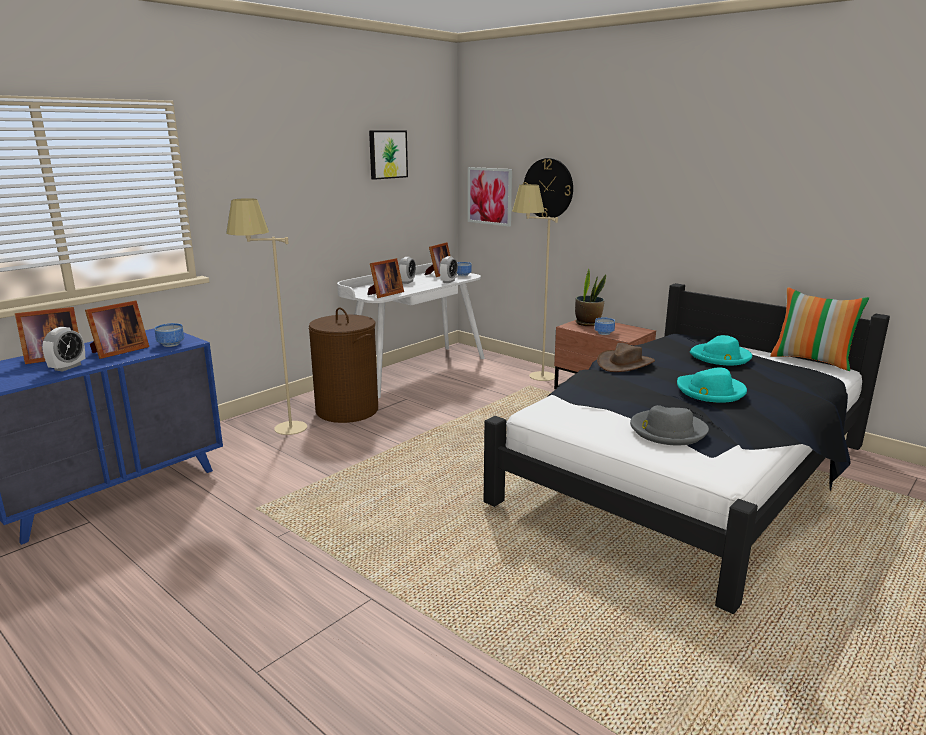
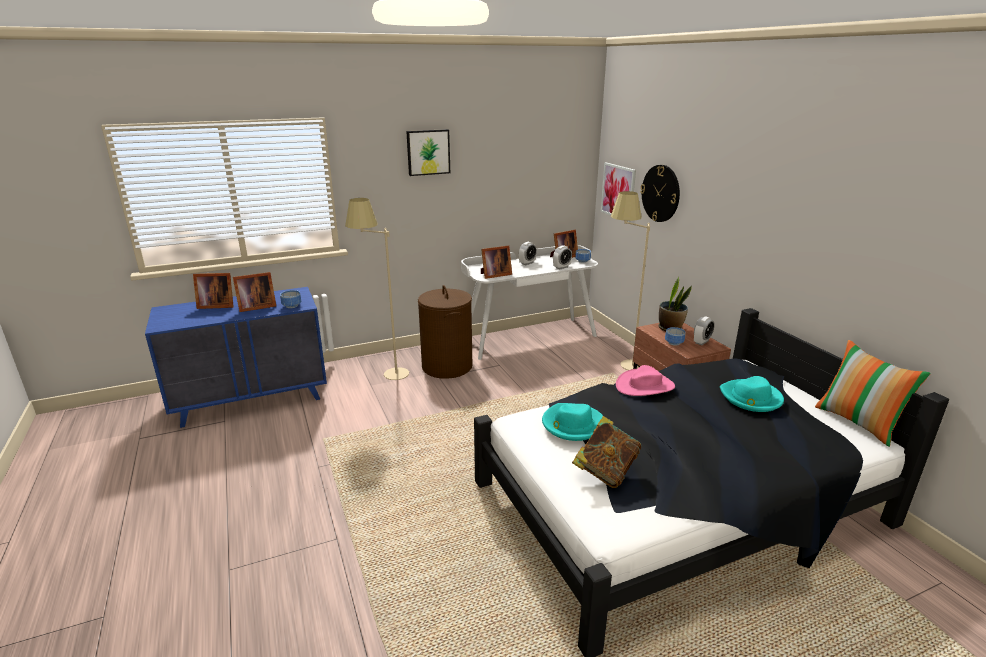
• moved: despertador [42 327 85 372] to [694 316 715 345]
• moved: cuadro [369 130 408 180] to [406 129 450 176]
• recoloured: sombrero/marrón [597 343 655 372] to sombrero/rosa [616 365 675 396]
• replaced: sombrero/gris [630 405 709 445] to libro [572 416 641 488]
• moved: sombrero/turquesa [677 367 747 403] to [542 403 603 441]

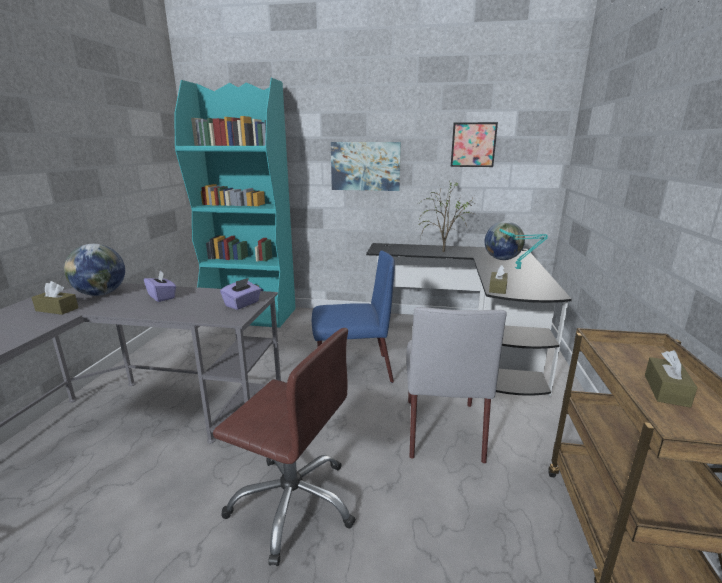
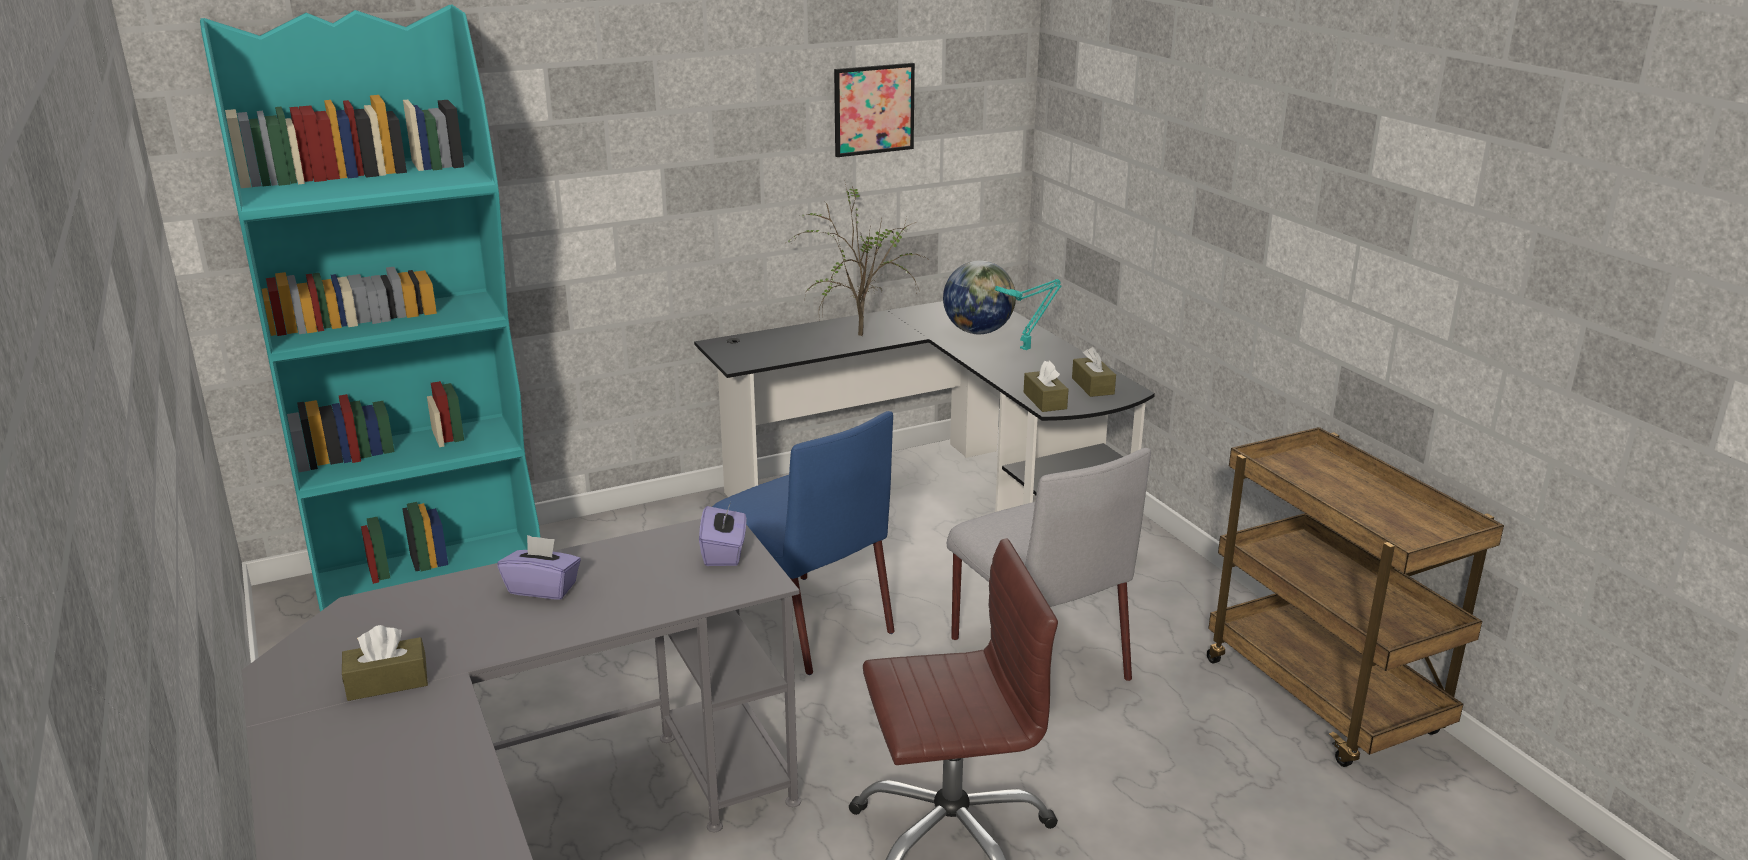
• removed: globo terráqueo [64 244 125 296]
• turned: silla/azul [312 251 395 383] = [712 411 895 675] 90 degrees clockwise
• removed: cuadro [331 142 401 191]
• moved: caja de pañuelos/marrón [645 350 698 408] to [1072 347 1116 397]

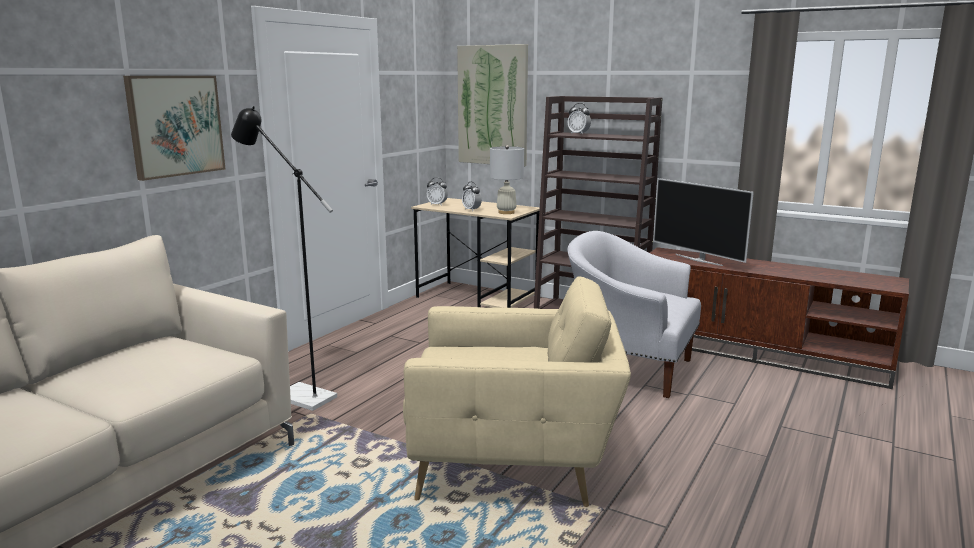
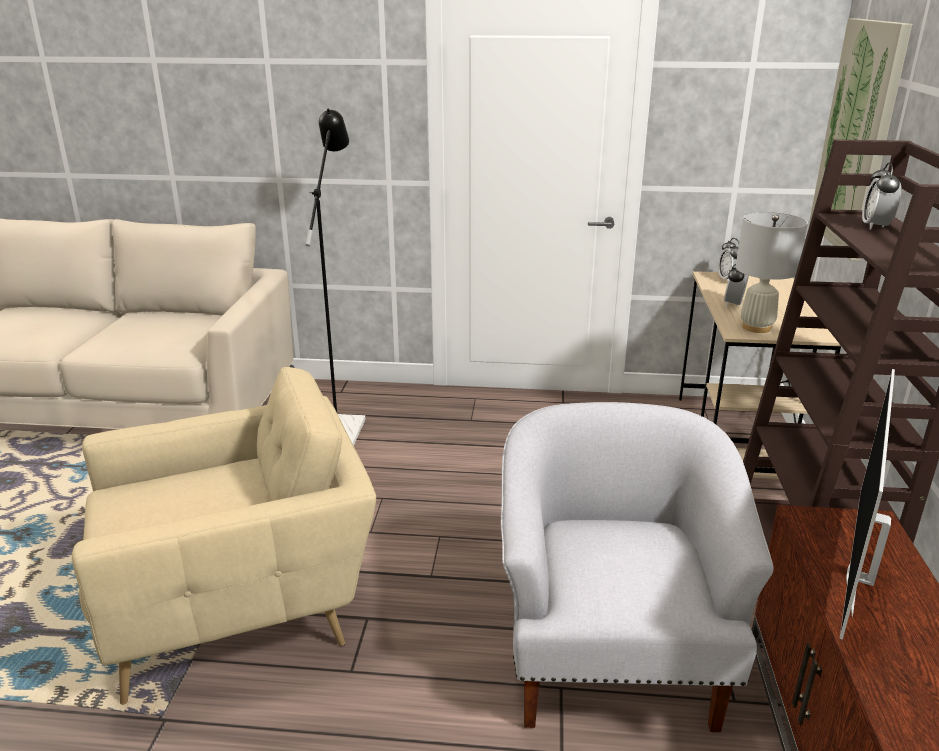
• removed: cuadro [123 76 225 181]
• turned: sillón/beis [403 276 631 507] = [72 367 376 705] 90 degrees counterclockwise

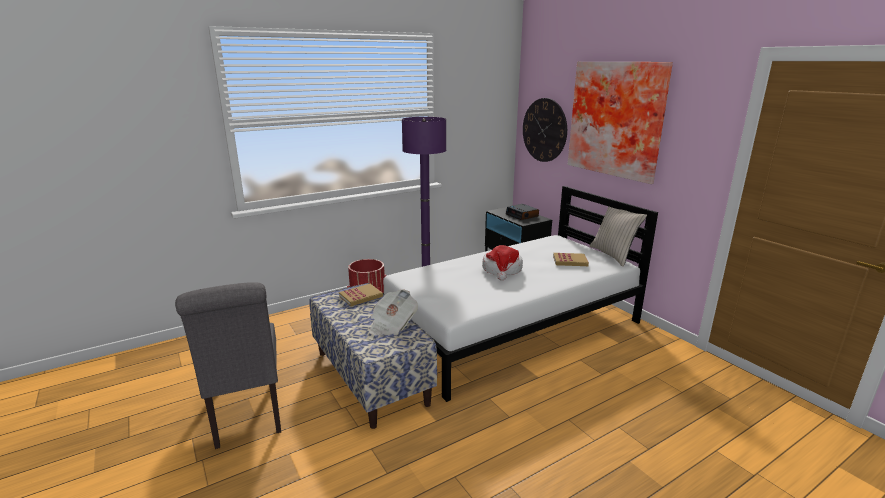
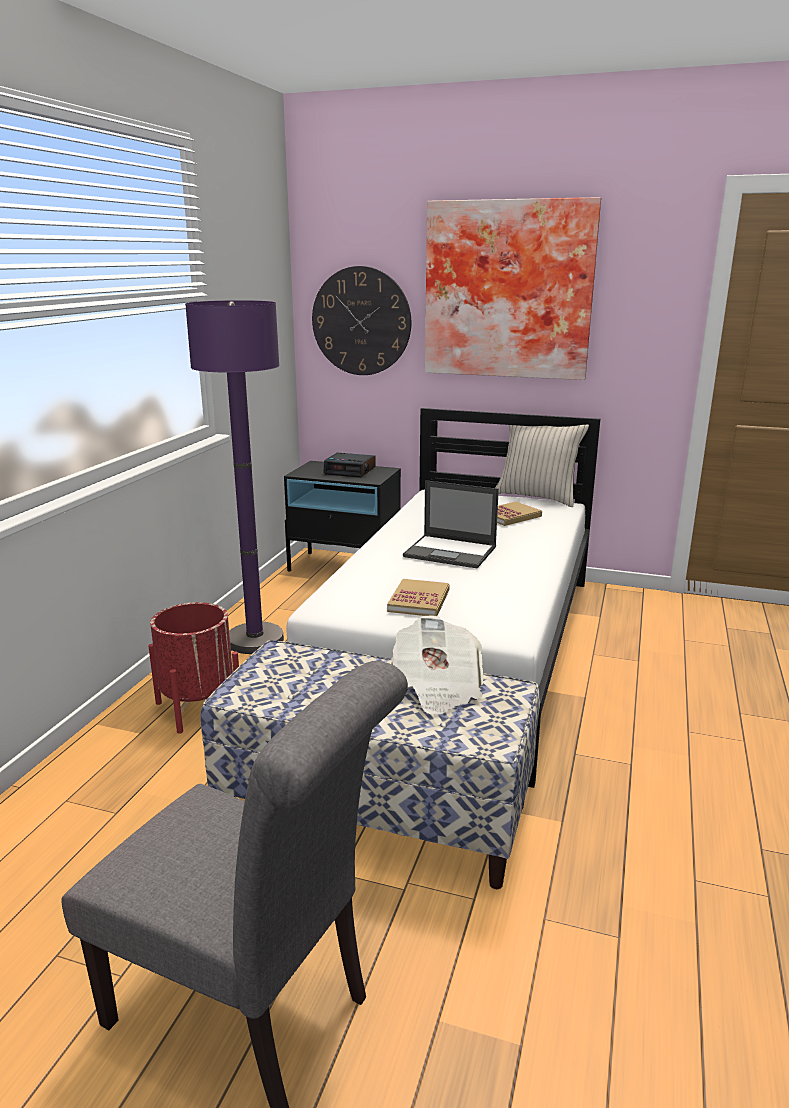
• moved: libro [339 284 383 306] to [387 579 450 616]
• replaced: sombrero [482 245 523 281] to portátil [403 480 499 568]

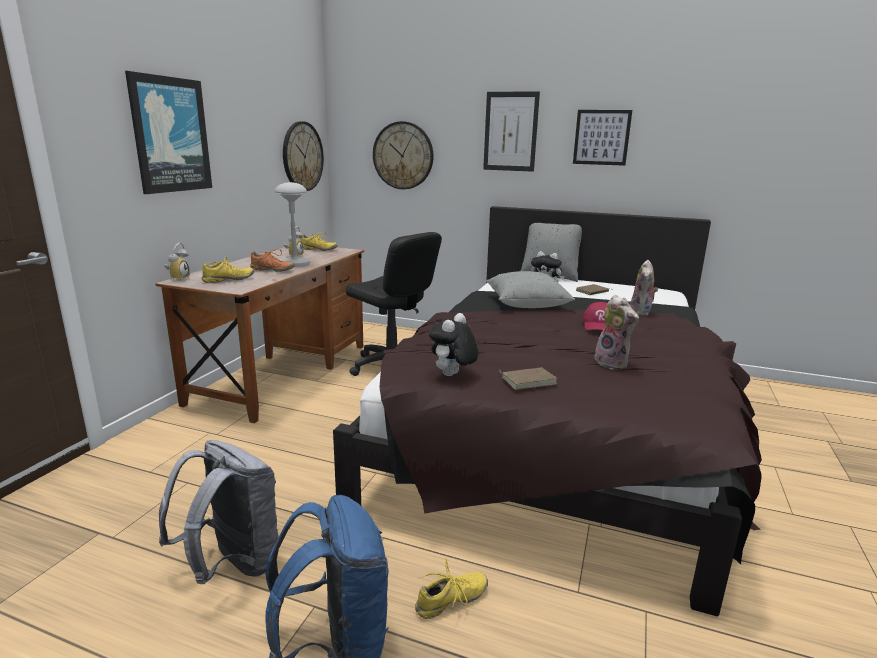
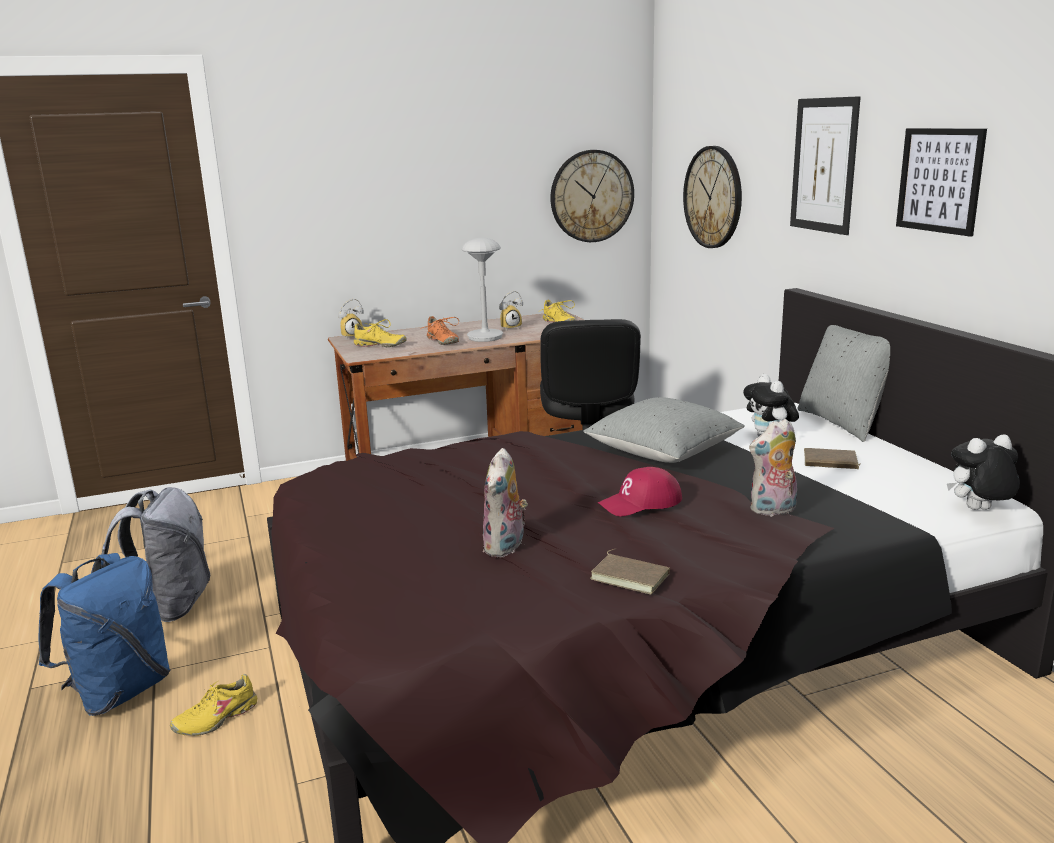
• removed: cuadro [125 71 212 194]
• turned: zapato/amarillo [415 558 488 619] = [170 674 257 736] 120 degrees clockwise
• moved: peluche [429 313 478 376] to [947 434 1020 510]
• moved: libro/marrón [499 368 557 390] to [590 549 670 594]

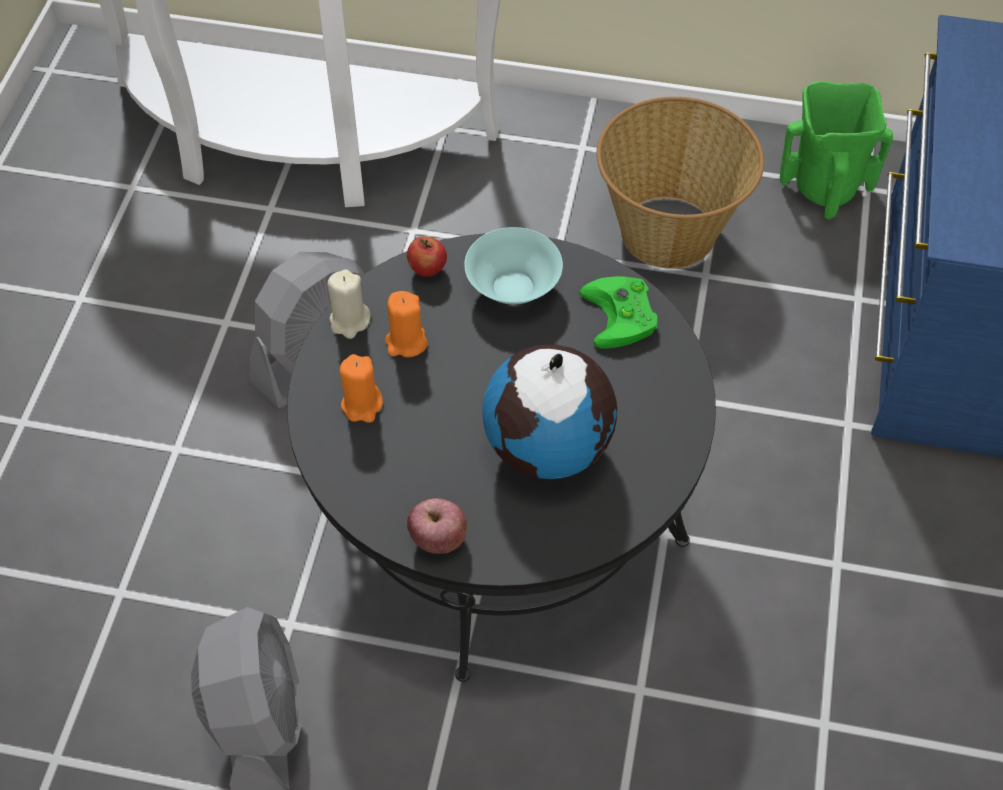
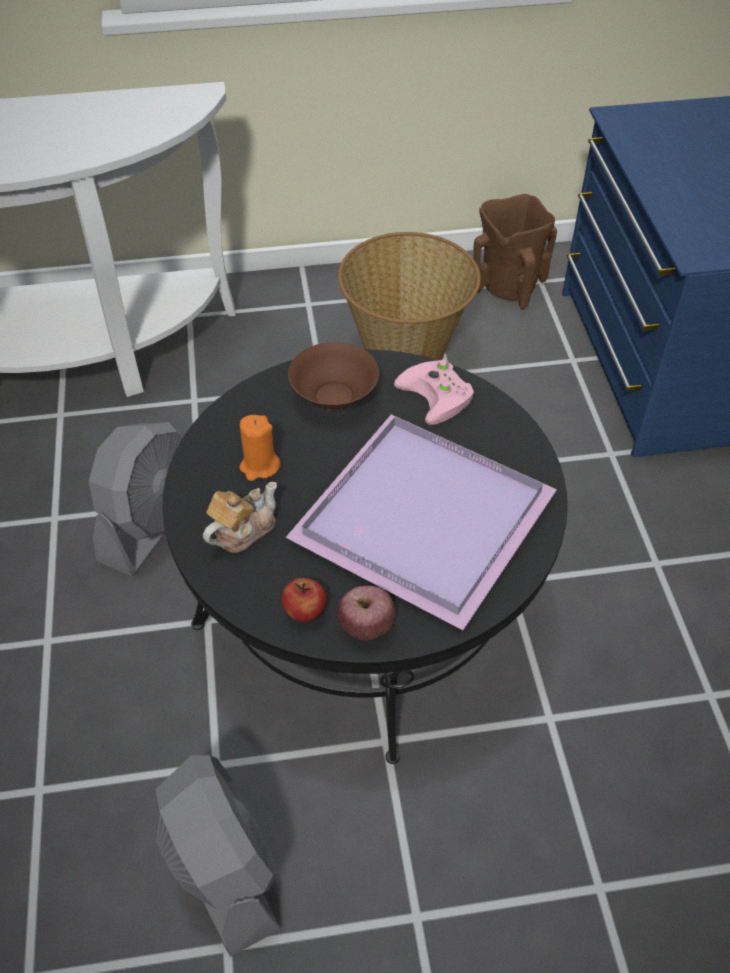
• removed: vela/beis [327 269 371 339]
• replaced: vela/naranja [340 354 383 423] to tetera [203 481 277 553]
• moved: manzana [407 236 447 277] to [282 578 327 622]
• recoloured: cuenco/turquesa [464 227 563 304] to cuenco/marrón [288 342 379 410]
• replaced: globo terráqueo [482 344 617 479] to bandeja/morado [285 414 557 630]
• recoloured: mando de consola/verde [580 276 658 349] to mando de consola/rosa [394 360 474 425]
• recoloured: florero/verde [780 81 893 220] to florero/marrón [474 194 557 309]

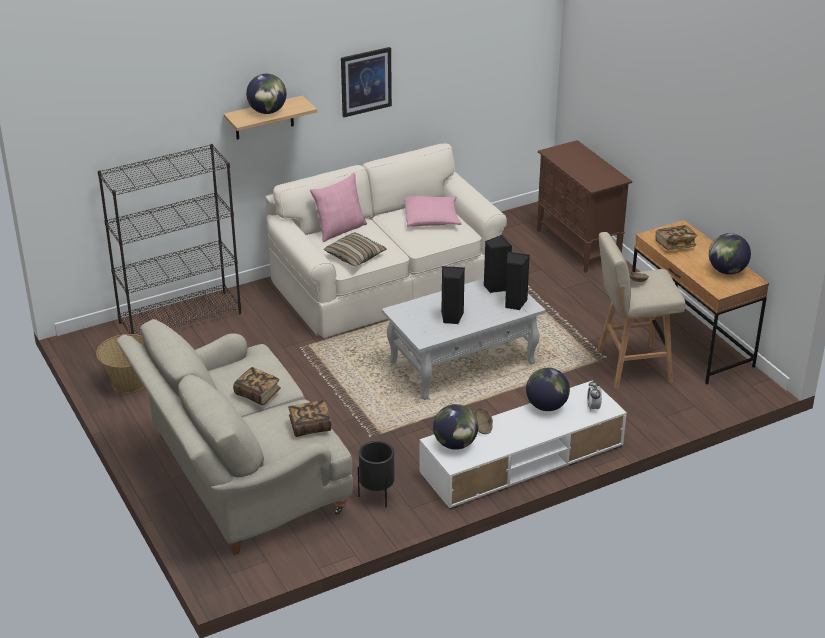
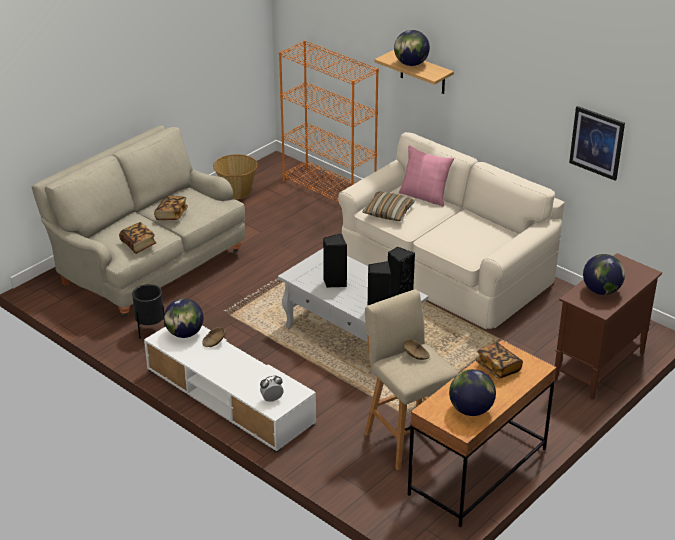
• recoloured: estantería/negro [98 144 241 336] to estantería/naranja [279 40 379 202]
• moved: cuadro [341 47 392 117] to [569 106 625 181]
• removed: cojín/rosa [404 196 461 227]
• moved: globo terráqueo [526 368 570 411] to [583 254 625 295]

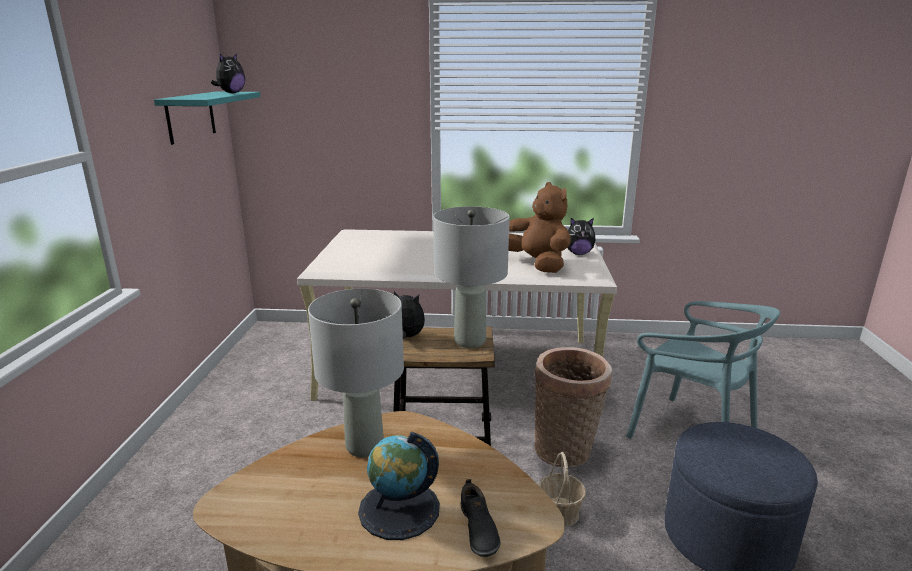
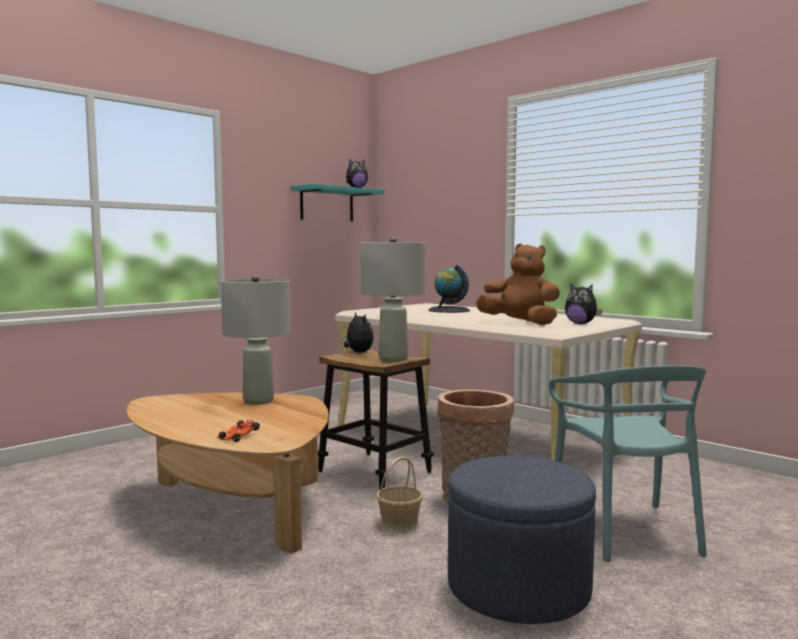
• moved: globo terráqueo [358 432 440 540] to [428 265 470 313]
• replaced: zapato/negro [461 479 501 557] to coche de juguete [216 420 260 442]
• turned: peluche/marrón [508 182 571 273] = [476 244 560 325] 60 degrees counterclockwise

